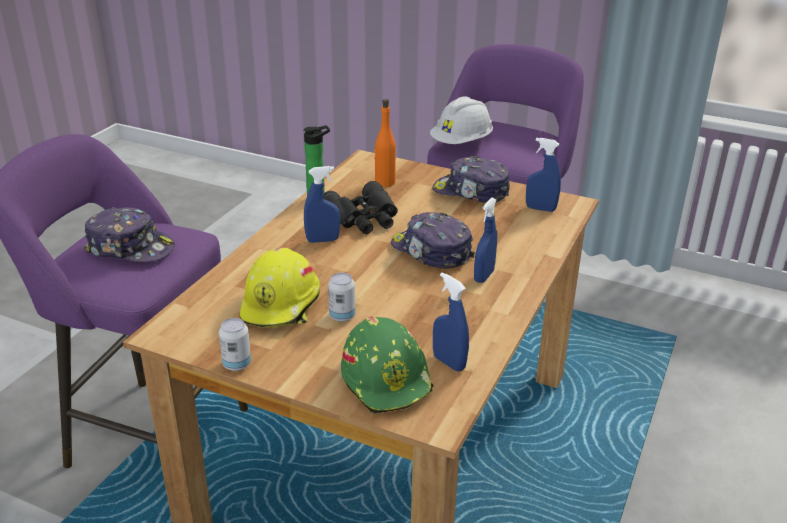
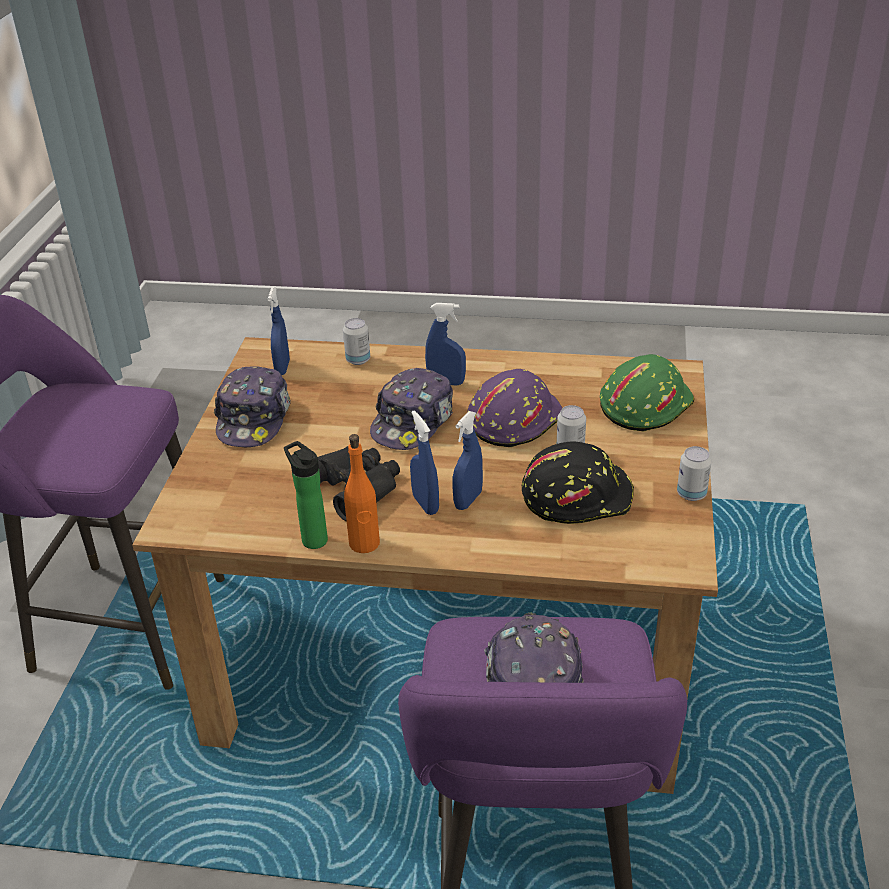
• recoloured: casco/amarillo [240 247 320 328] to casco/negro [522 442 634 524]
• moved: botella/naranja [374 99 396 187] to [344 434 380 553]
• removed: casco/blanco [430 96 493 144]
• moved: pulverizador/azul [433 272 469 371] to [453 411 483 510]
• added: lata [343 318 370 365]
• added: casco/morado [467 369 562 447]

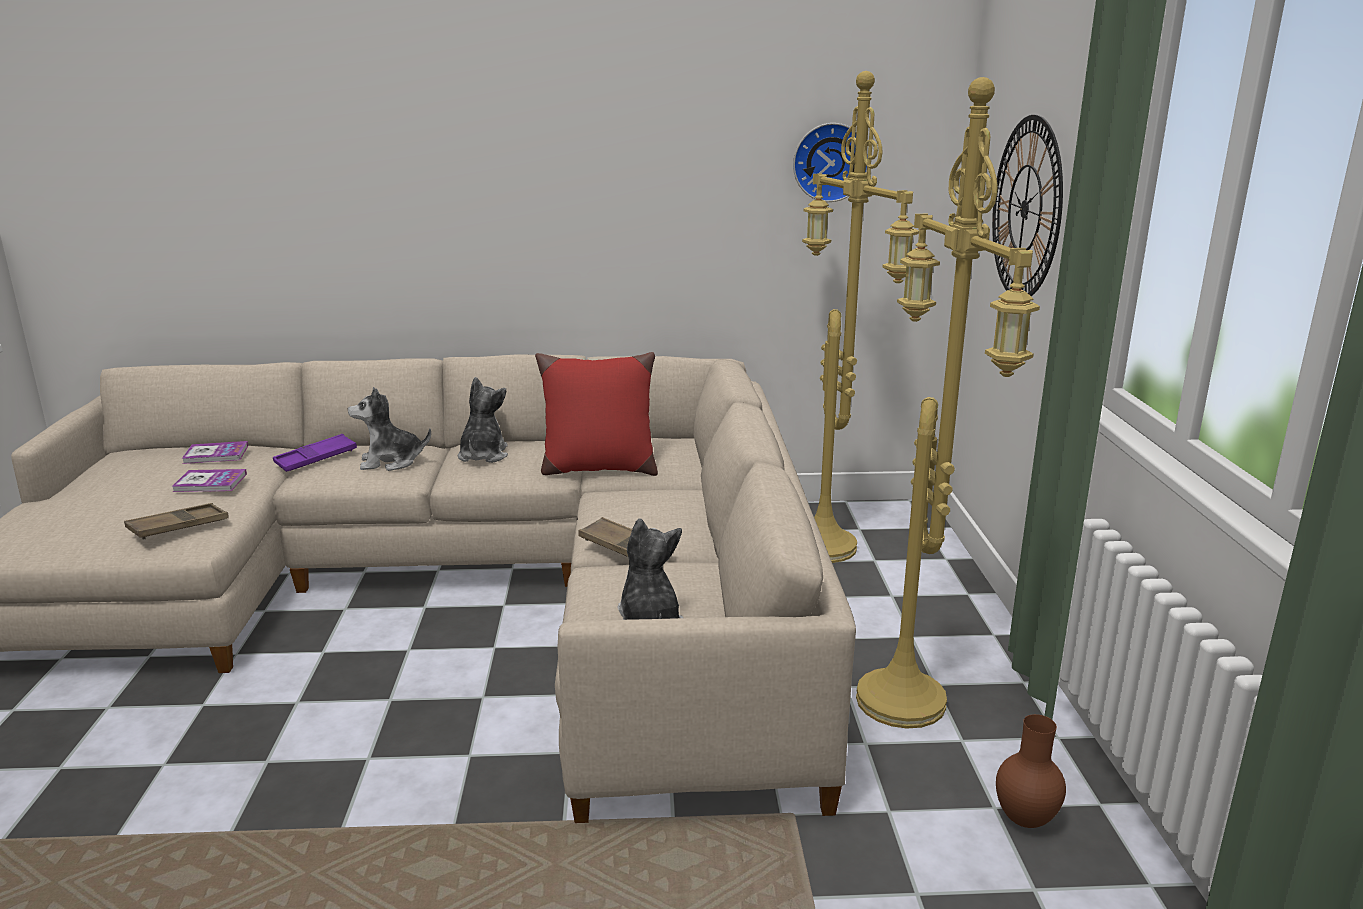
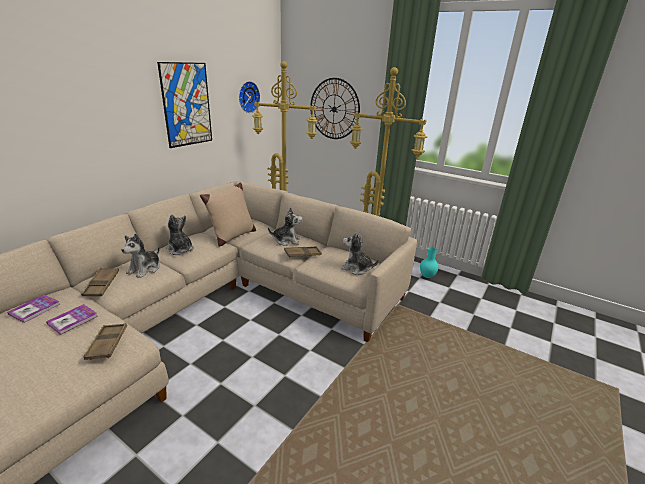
• recoloured: bandeja/morado [273 434 357 472] to bandeja/marrón [81 268 119 296]
• recoloured: cojín/rojo [535 352 658 476] to cojín/beis [200 182 256 247]
• recoloured: florero/marrón [996 714 1066 828] to florero/turquesa [420 247 439 278]
• added: cuadro [157 62 212 148]
• added: peluche [268 207 303 246]

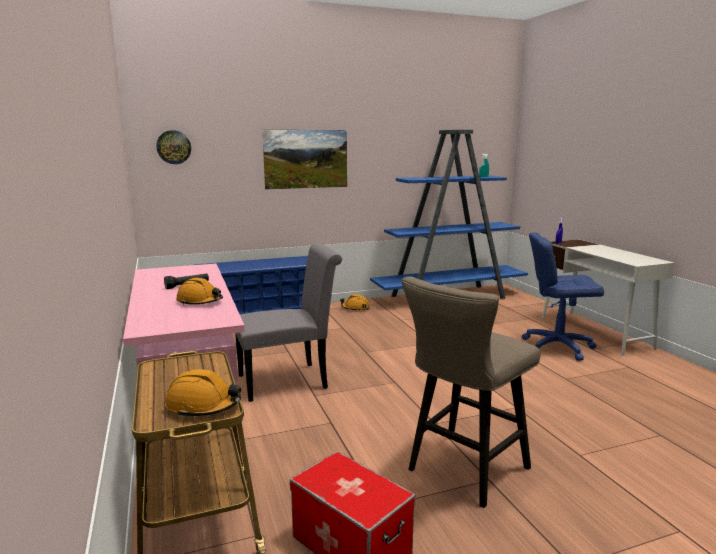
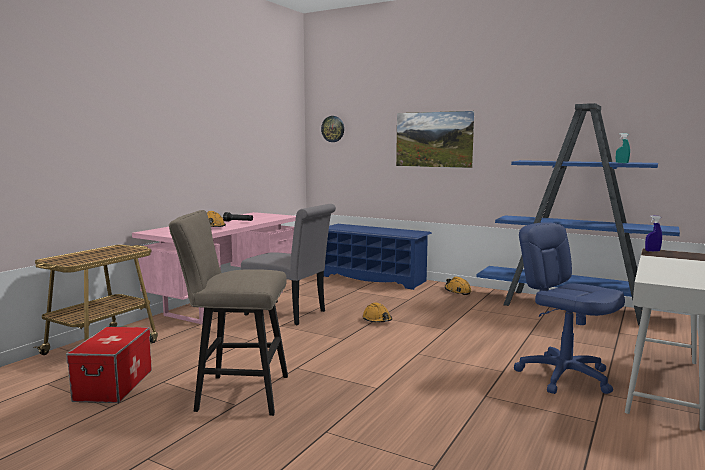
• moved: casco/naranja [165 369 241 418] to [363 303 392 323]

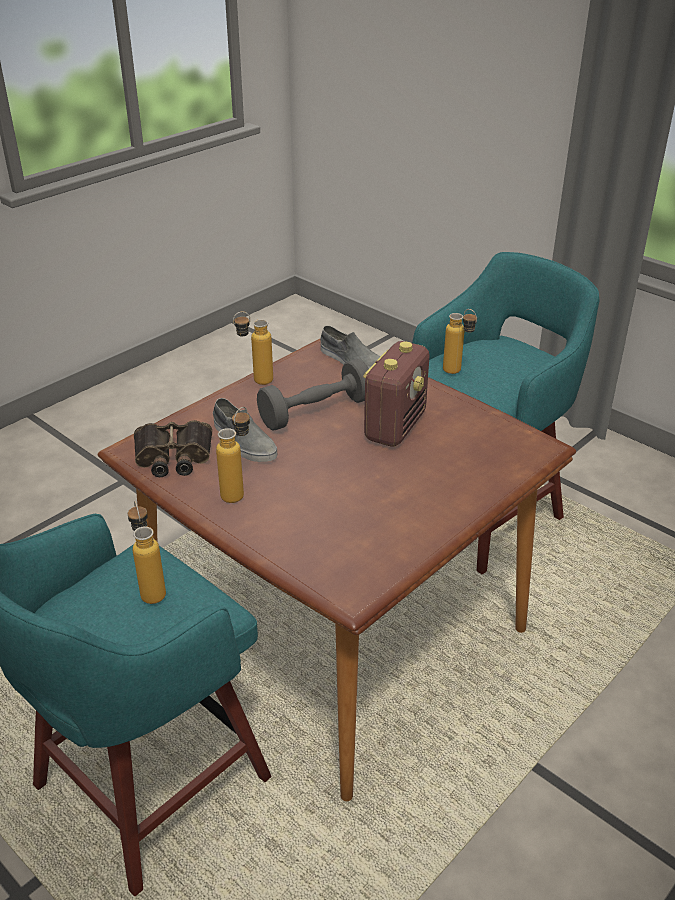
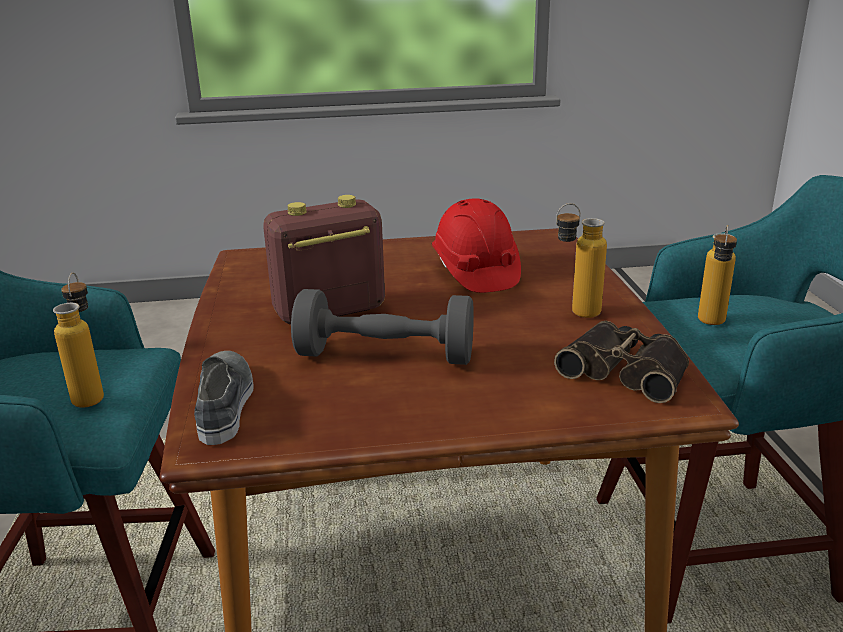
• removed: zapato/gris [213 398 277 462]
• removed: botella [233 311 273 385]
• added: casco/rojo [432 198 521 293]

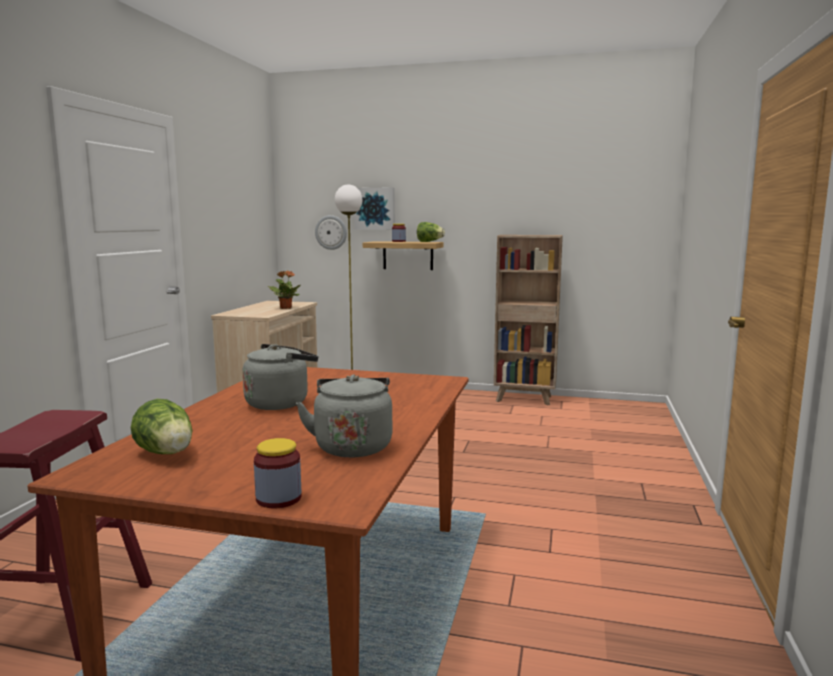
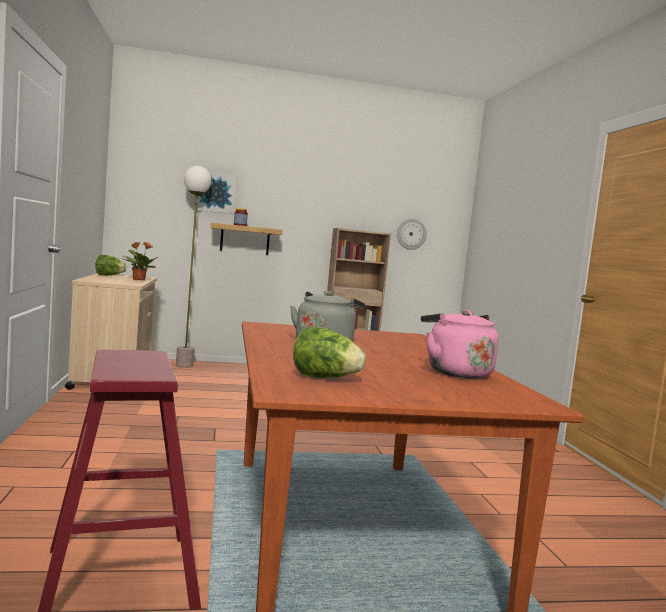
• removed: tarro [254 438 301 508]
• recoloured: hervidor/gris [296 374 392 457] to hervidor/rosa [421 310 499 379]
• moved: reloj de pared [315 215 347 250] to [397 219 427 250]
• moved: lechuga [417 222 445 242] to [95 255 127 276]

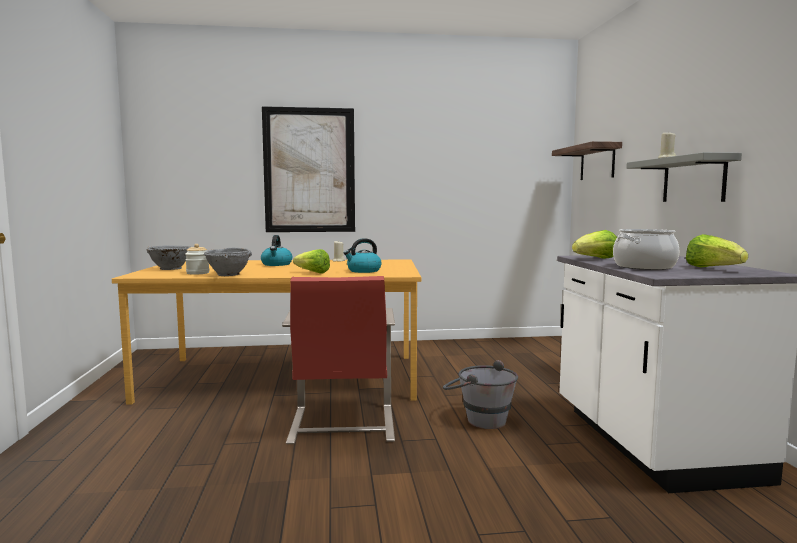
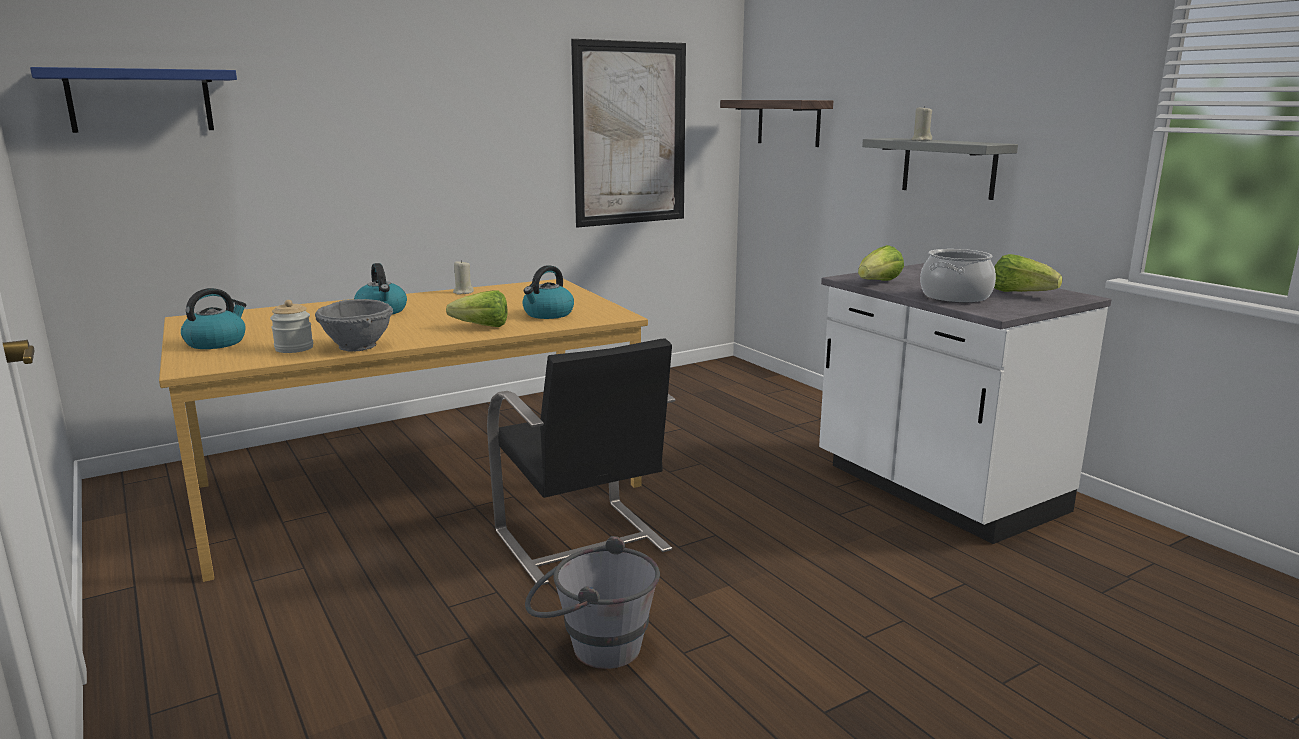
• replaced: cuenco/gris [147 245 191 270] to hervidor [181 288 246 349]
• moved: cuadro [262 106 355 232] to [571 39 686 228]
• recoloured: silla/rojo [282 276 395 444] to silla/negro [487 338 675 585]
• moved: cubo/gris [443 360 518 429] to [525 536 660 669]
• added: estante/azul [30 67 237 133]

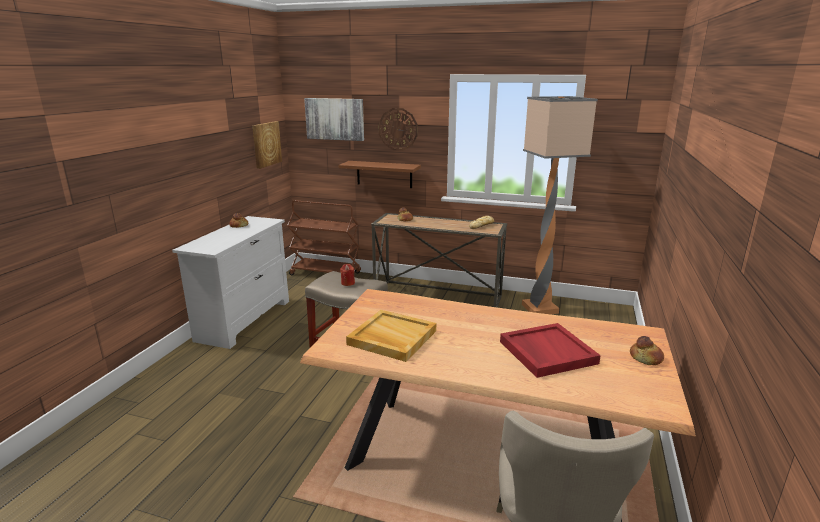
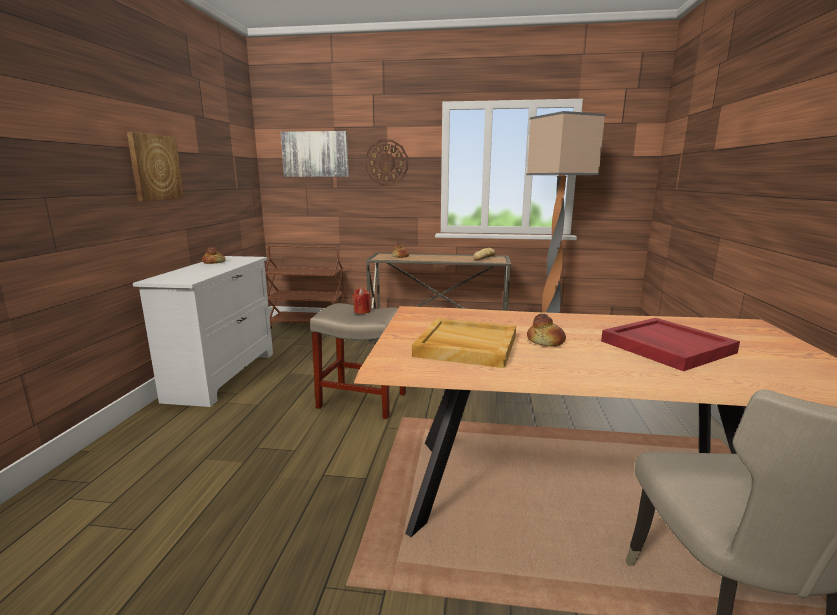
• moved: cuadro [252 121 282 169] to [127 132 184 201]
• removed: estante/marrón [339 161 421 188]
• moved: pan [630 336 664 365] to [527 314 566 347]

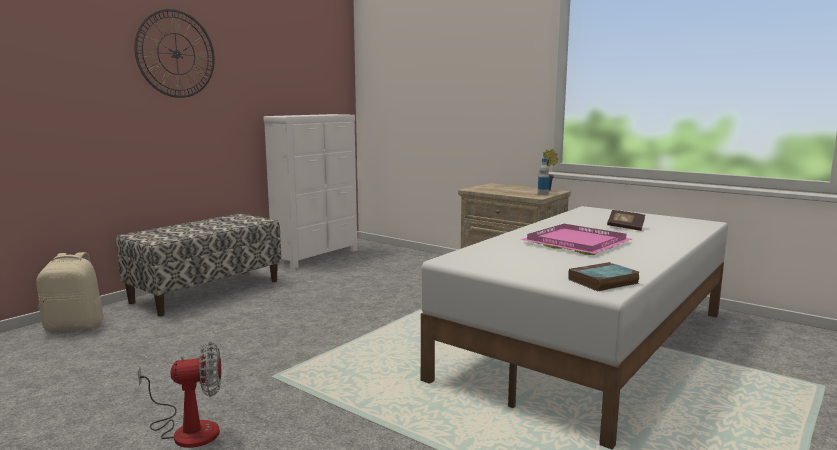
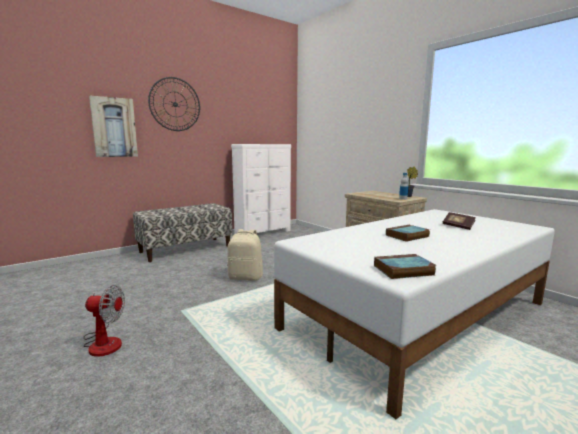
• moved: mochila/beis [36 252 104 331] to [227 229 263 281]
• replaced: bandeja/rosa [520 224 632 255] to libro [386 225 430 242]
• added: cuadro [89 96 138 157]

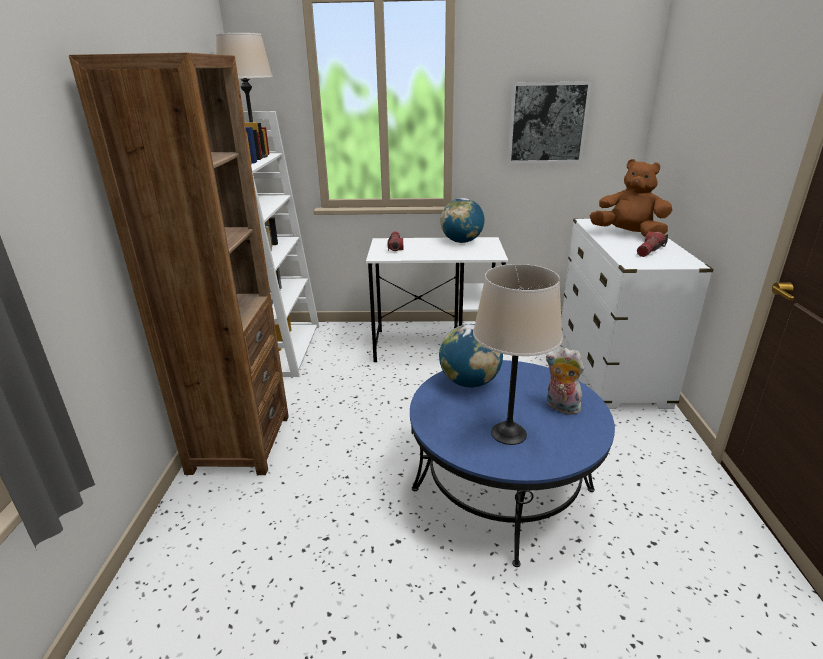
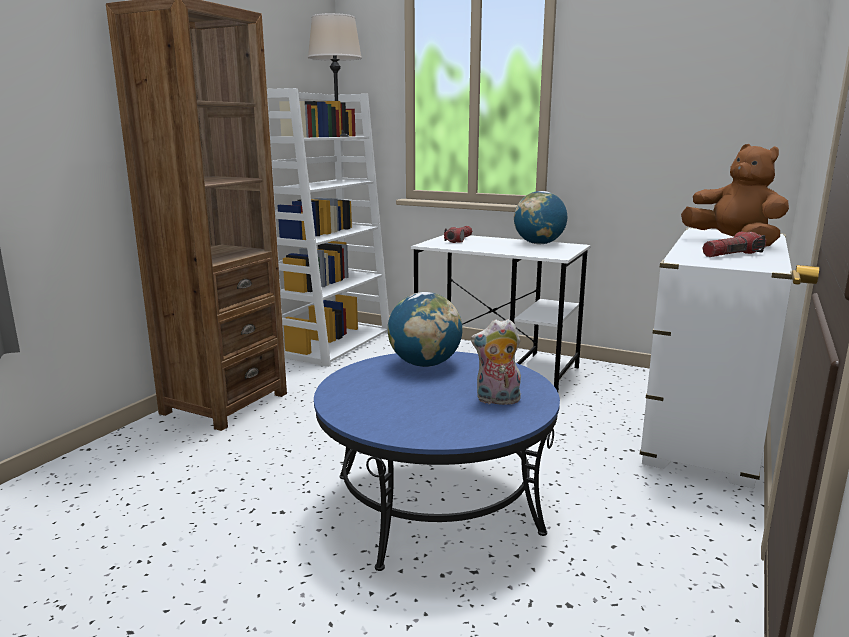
• removed: lámpara de mesa/beis [473 264 563 445]
• removed: cuadro [507 81 592 163]
• turned: peluche [546 348 584 415] = [471 319 521 405] 60 degrees counterclockwise

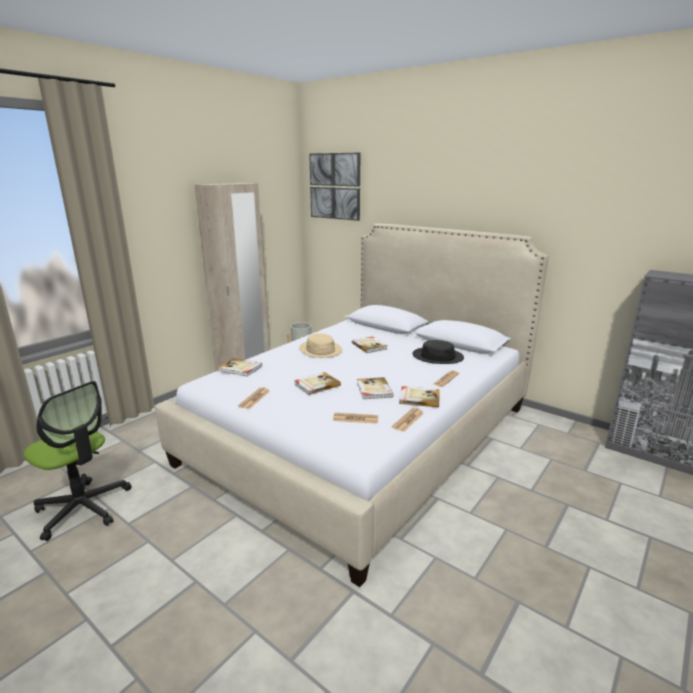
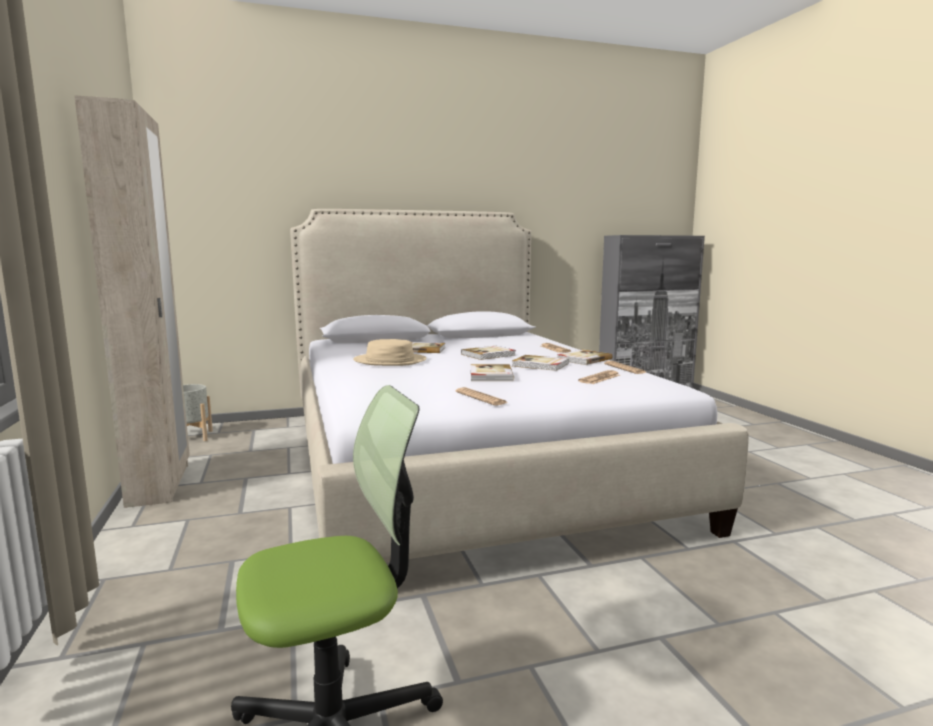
• moved: libro [218 358 262 377] to [461 346 516 360]
• removed: cuadro [309 152 360 221]
• removed: sombrero/negro [412 340 464 364]

